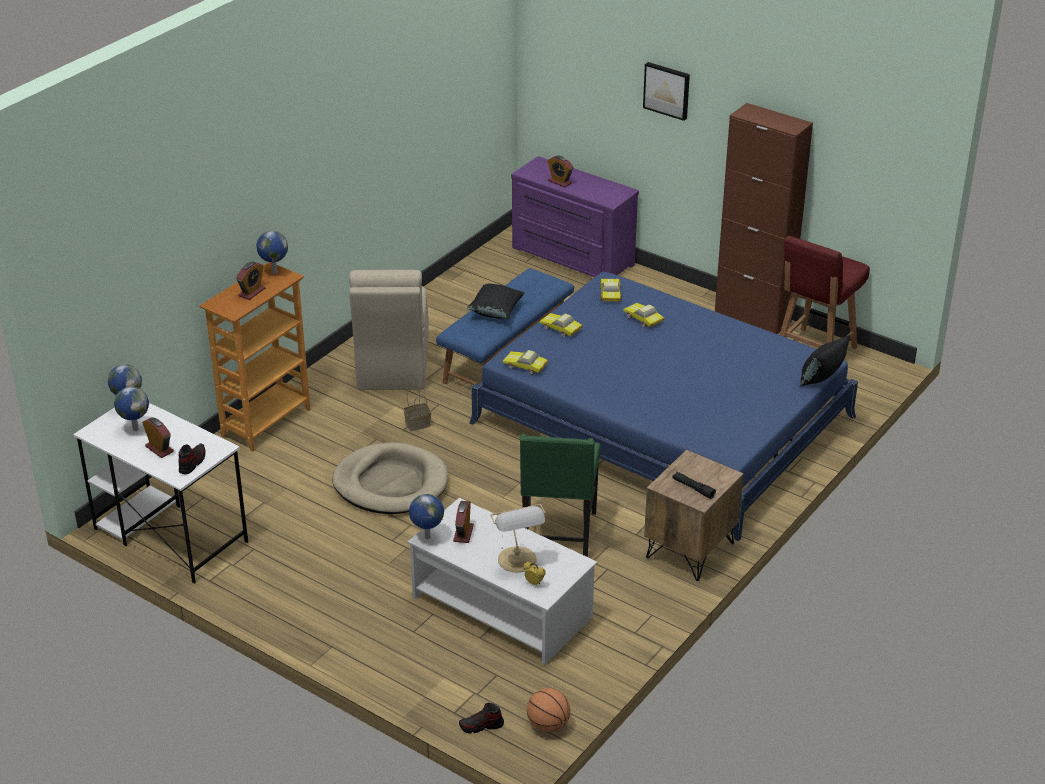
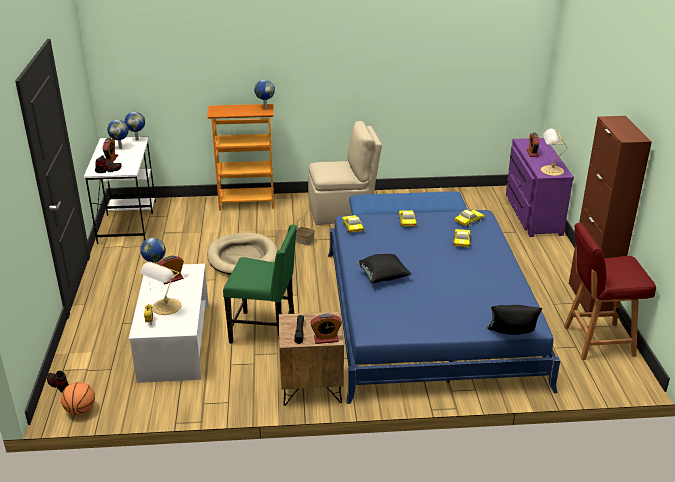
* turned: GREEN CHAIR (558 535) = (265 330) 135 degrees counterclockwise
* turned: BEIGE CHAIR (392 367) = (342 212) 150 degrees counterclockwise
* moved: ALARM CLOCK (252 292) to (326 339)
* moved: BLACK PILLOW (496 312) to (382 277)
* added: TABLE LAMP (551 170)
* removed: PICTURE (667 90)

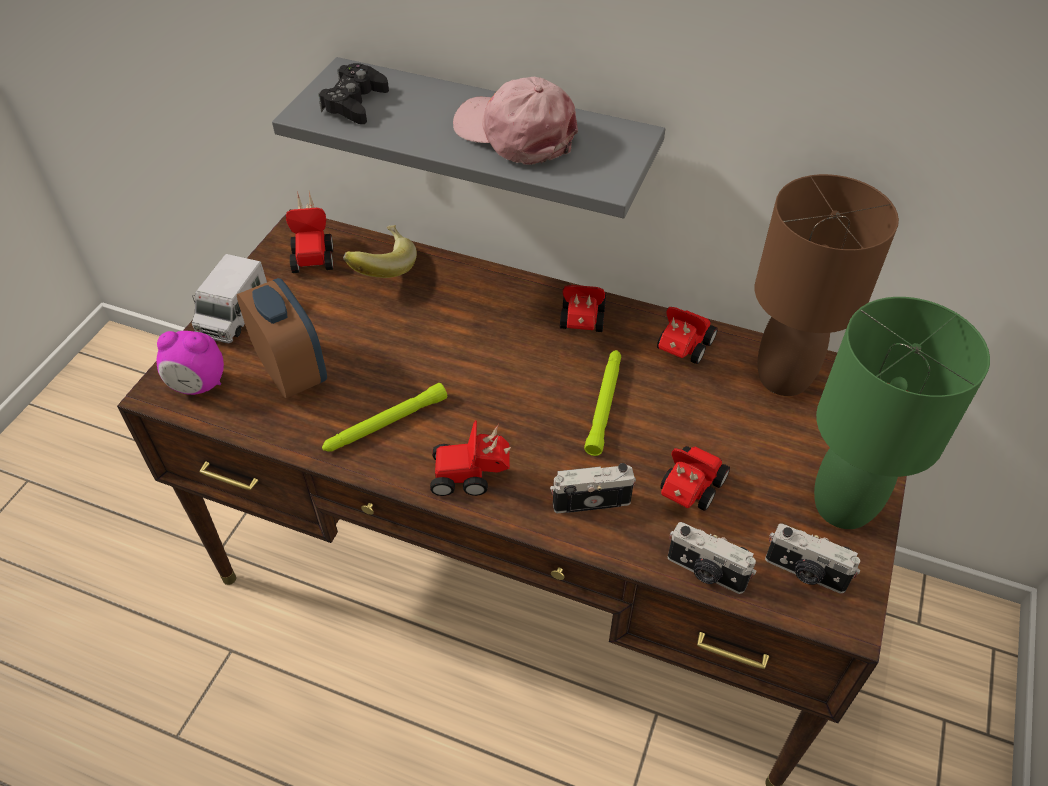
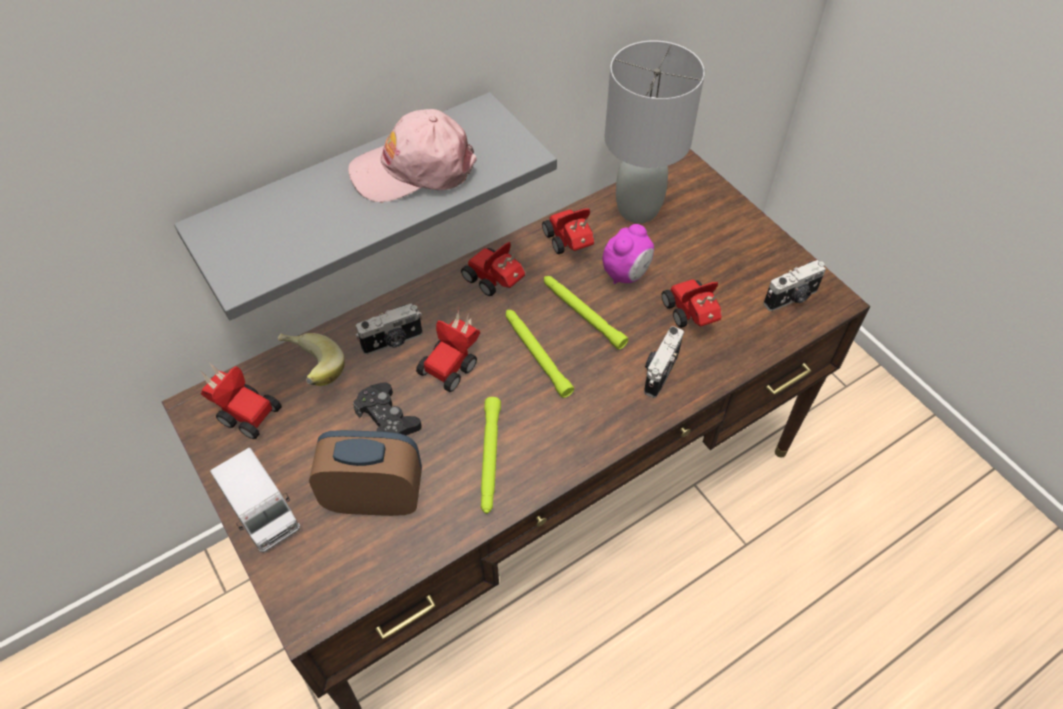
* moved: BLACK GAME CONTROLLER (355 103) to (387 418)
* moved: PHOTO CAMERA (706 572) to (393 342)
* moved: TOY CAR (472 476) to (453 363)
* added: GREEN FLASHLIGHT (536 354)
* moved: ALARM CLOCK (198 385) to (626 274)
* recoloured: BROWN TABLE LAMP (783 378) to GREY TABLE LAMP (638 210)
* removed: GREEN TABLE LAMP (841 506)

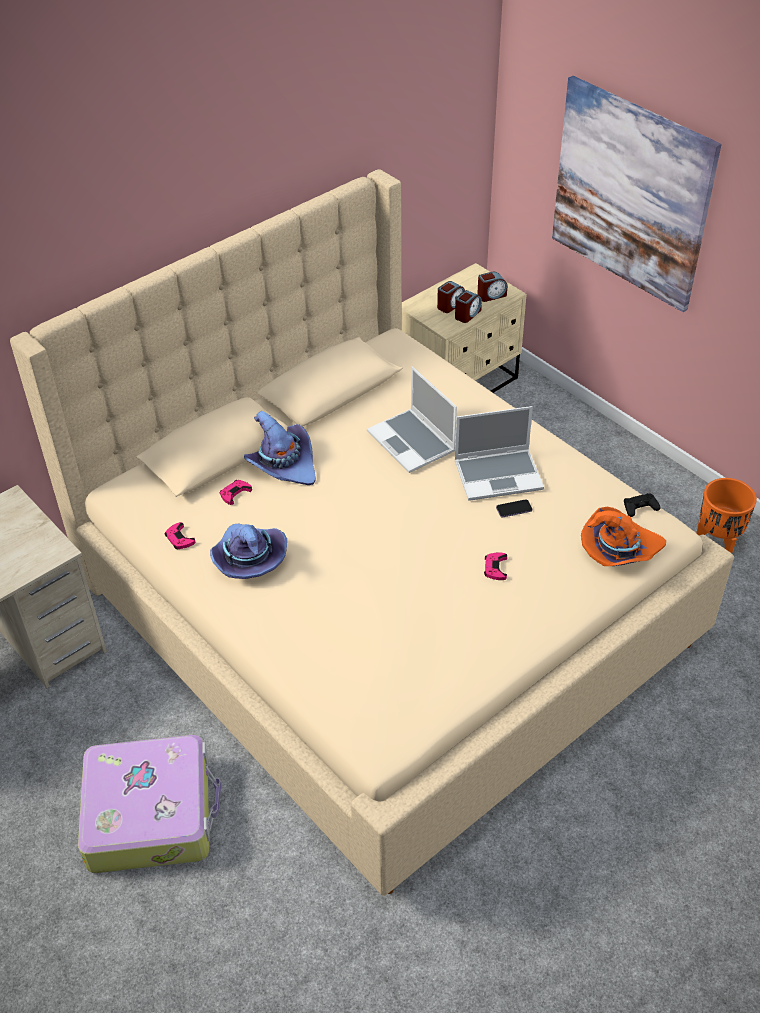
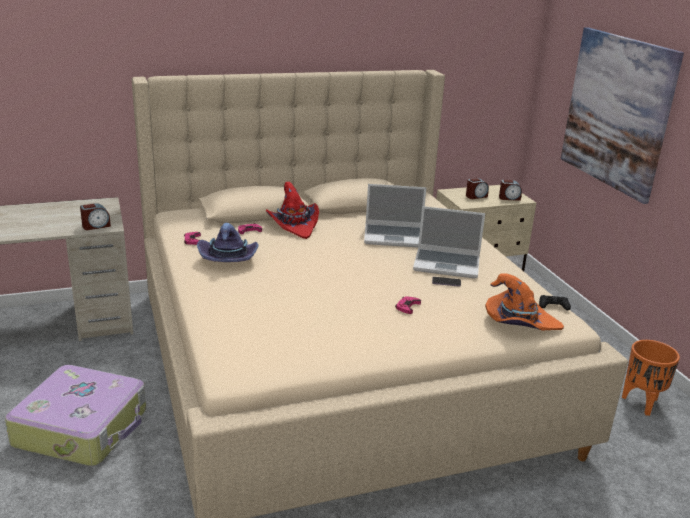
* moved: ALARM CLOCK (467 314) to (96 226)
* recoloured: PURPLE HAT (282 463) to RED HAT (294 225)
* turned: LAPTOP (413 442) = (394 236) 75 degrees counterclockwise

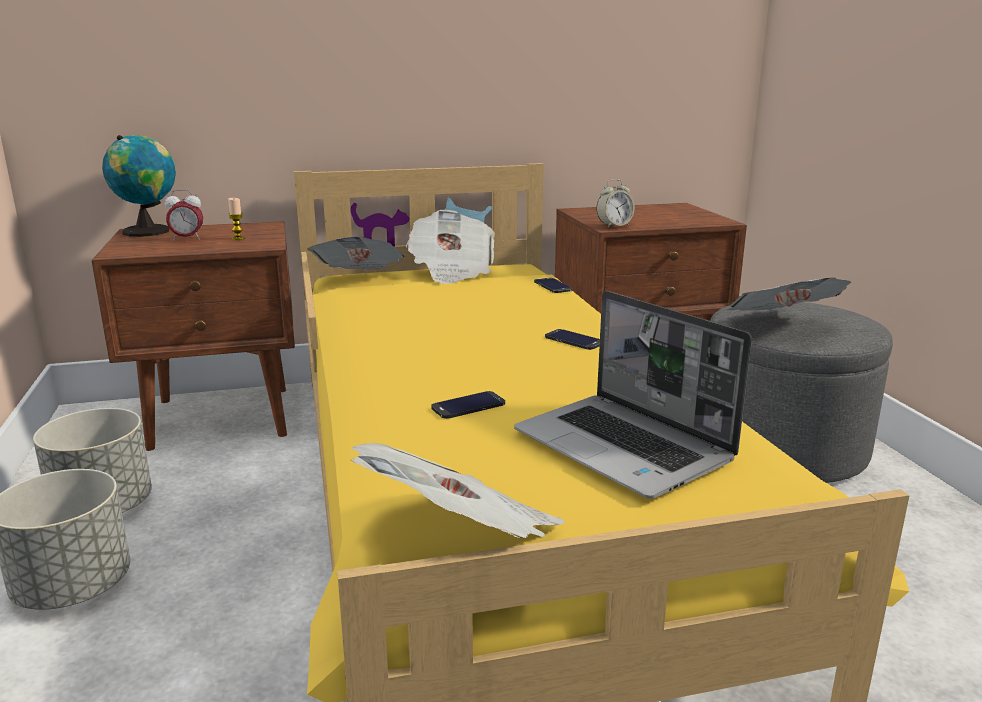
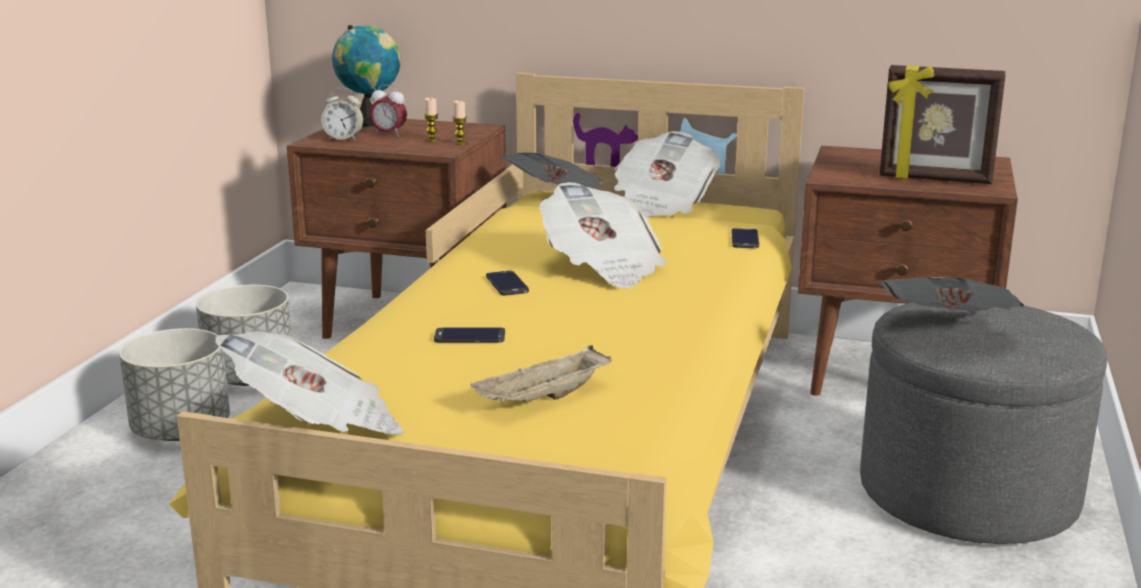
* moved: ALARM CLOCK (614 226) to (343 139)
* added: CANDLE (460 143)
* replaced: LAPTOP (625 448) to BEIGE TRAY (543 399)
* moved: PHONE (574 340) to (507 284)
* added: NEWSPAPER (602 267)
* added: PICTURE FRAME (935 180)

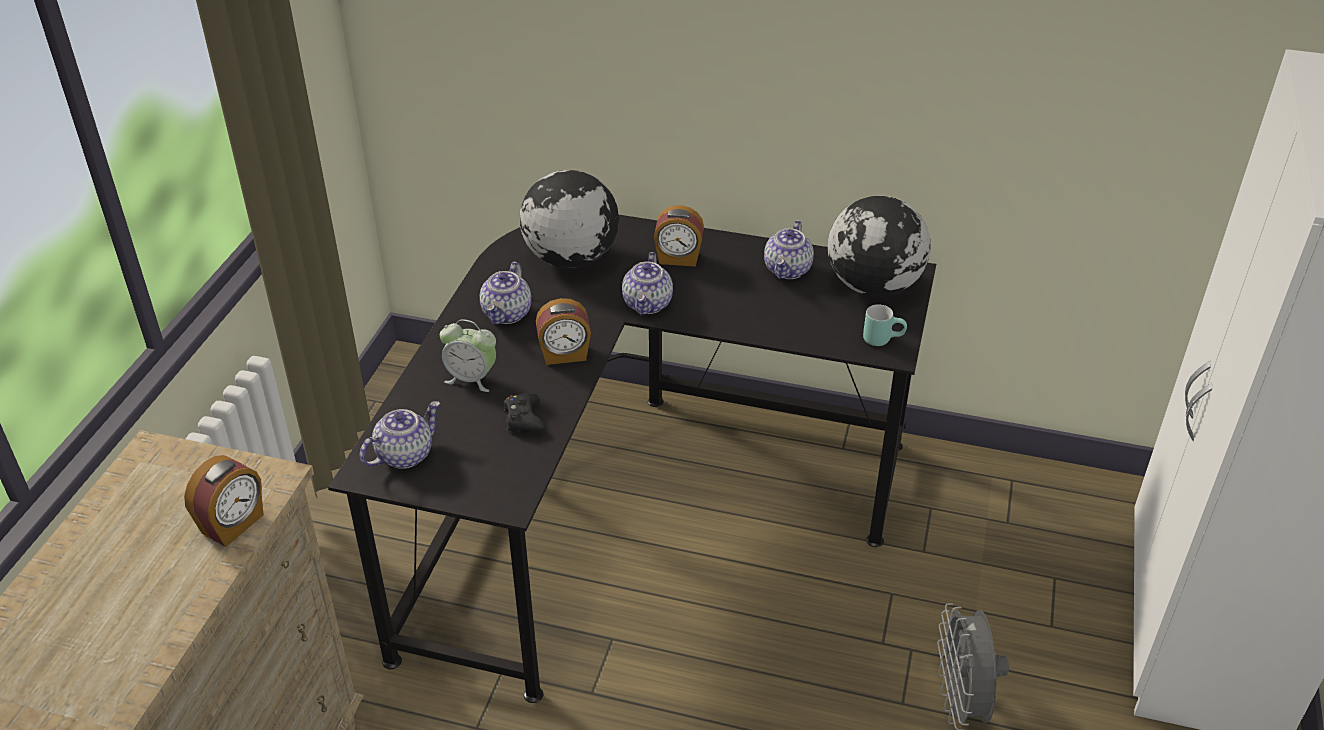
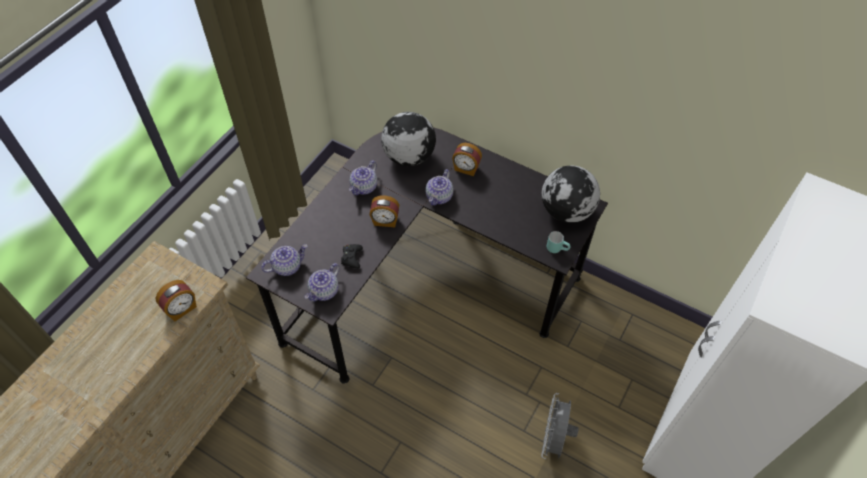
* moved: TEAPOT (788 270) to (324 291)
* removed: ALARM CLOCK (471 378)

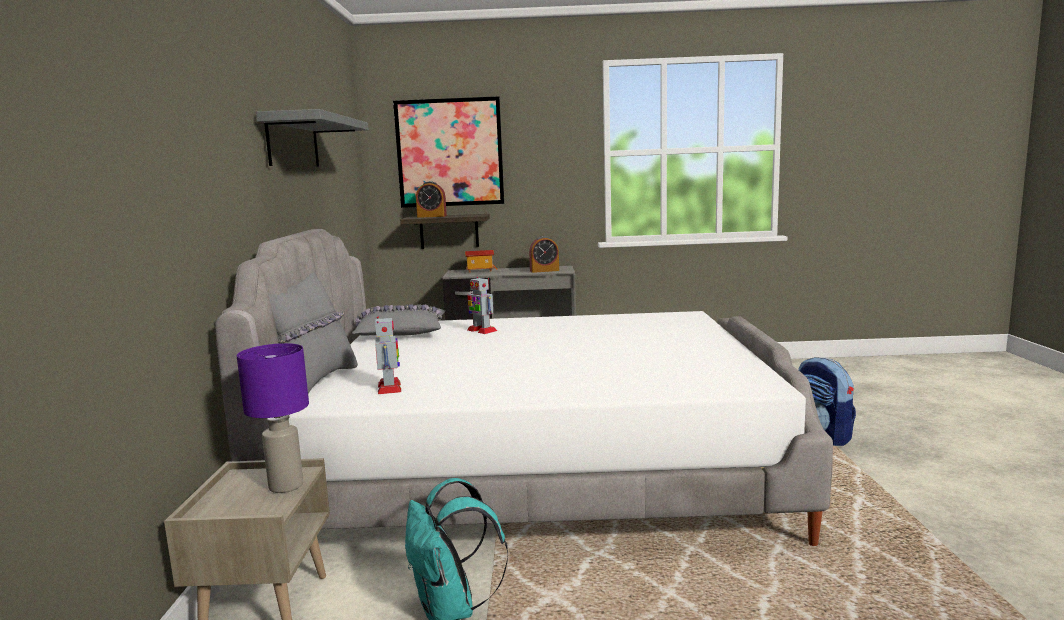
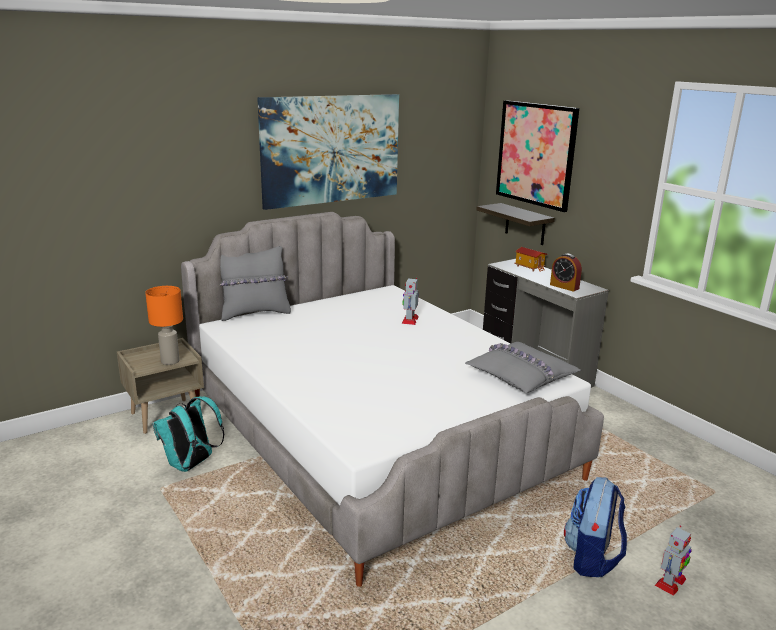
* recoloured: PURPLE TABLE LAMP (285 486) to ORANGE TABLE LAMP (170 361)
* replaced: GREY SHELF (293 142) to PICTURE (331 149)
* moved: GREY PILLOW (401 332) to (520 376)
* moved: TOY ROBOT (389 388) to (670 582)
* removed: ALARM CLOCK (432 216)

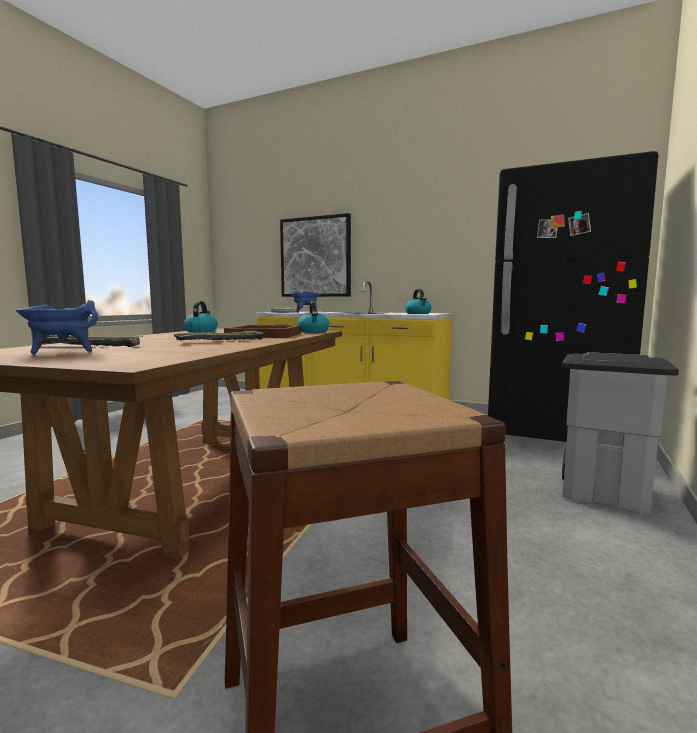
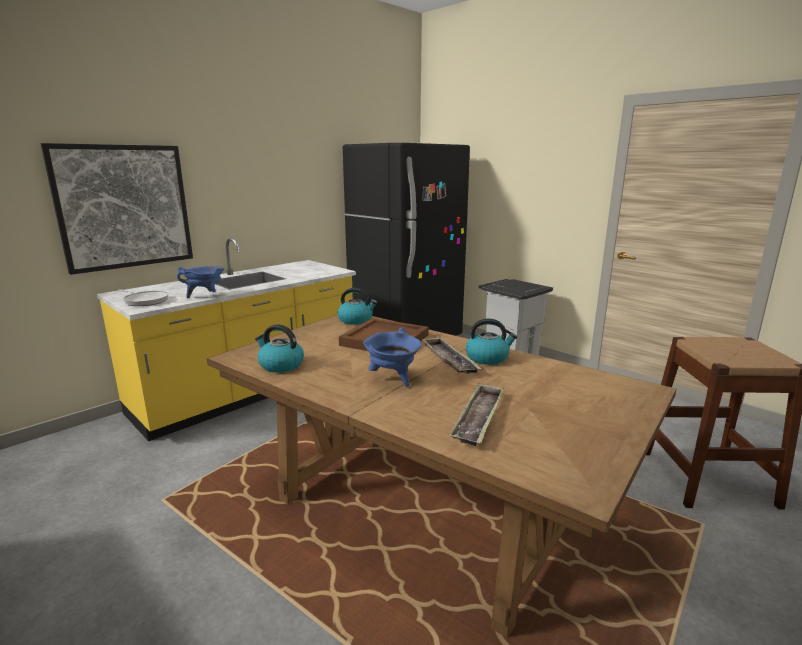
* moved: BLUE COOKING POT (61 352) to (393 379)
* moved: KETTLE (418 313) to (488 358)

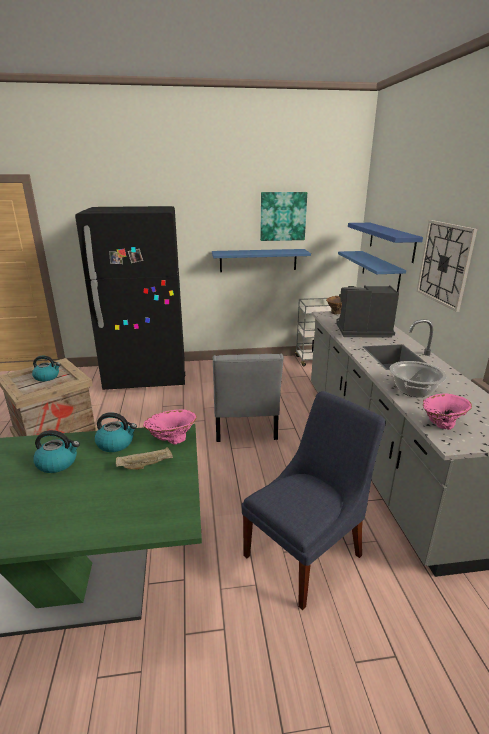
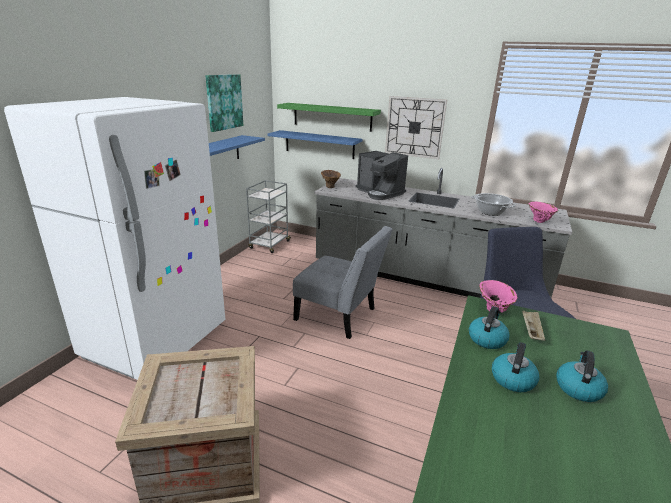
* recoloured: BLACK FRIDGE (147 376) to WHITE FRIDGE (157 341)
* recoloured: BLUE SHELF (391 241) to GREEN SHELF (332 117)
* turned: COFFEE MACHINE (361 331) = (380 193) 75 degrees counterclockwise
* moved: KETTLE (47 377) to (578 388)

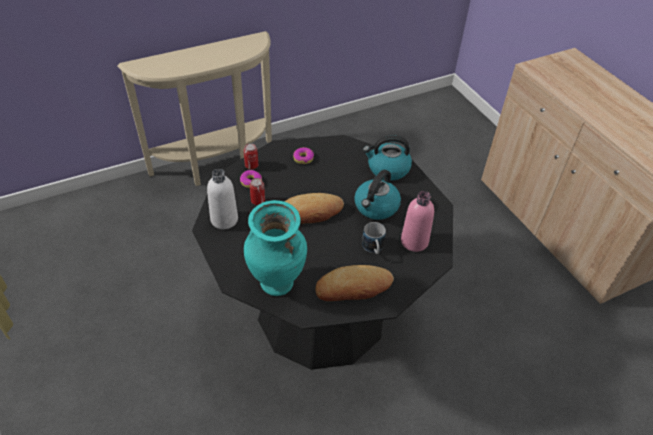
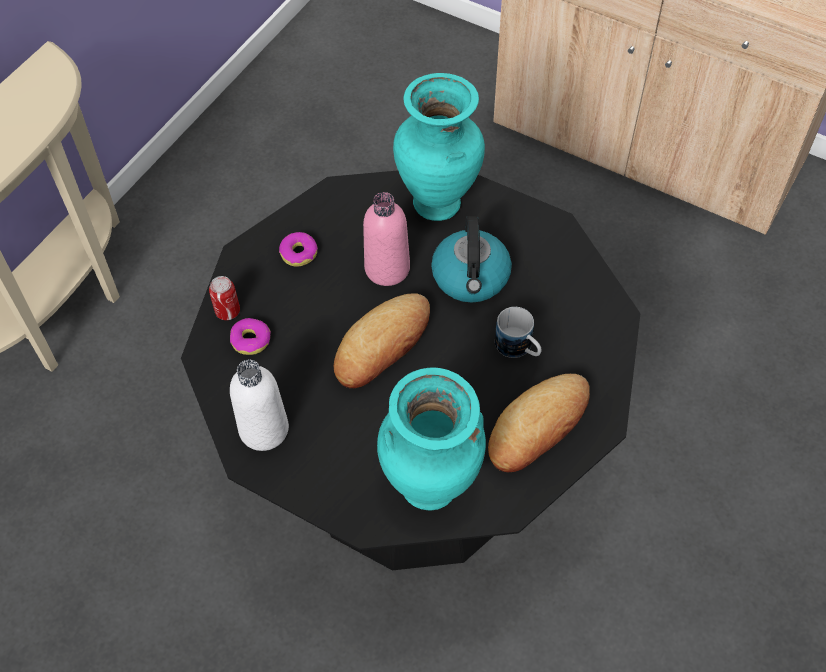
* moved: PINK BOTTLE (414 241) to (387 268)
* replaced: KETTLE (387 169) to TURQUOISE VASE (438 203)
* removed: CAN (258 201)

